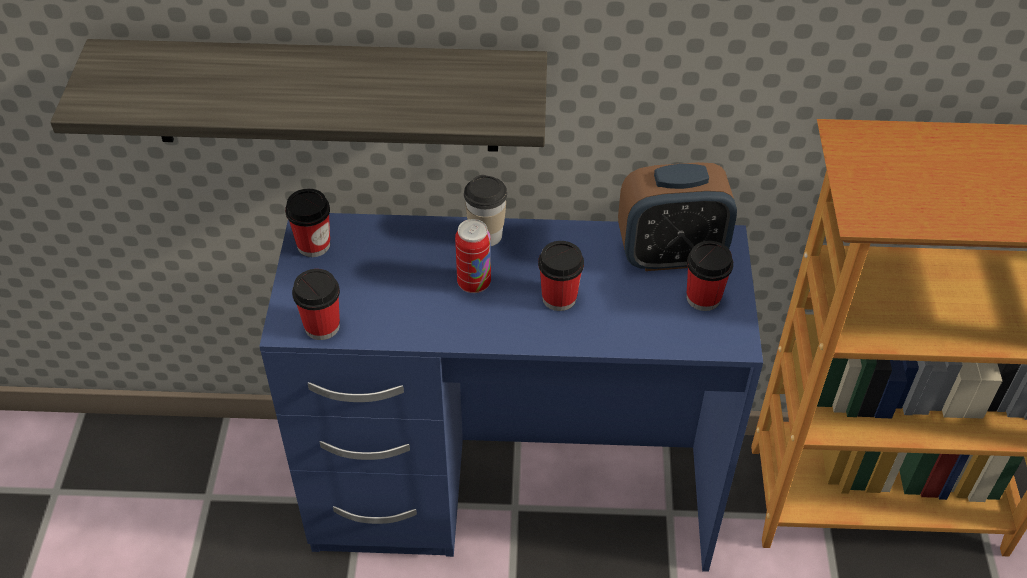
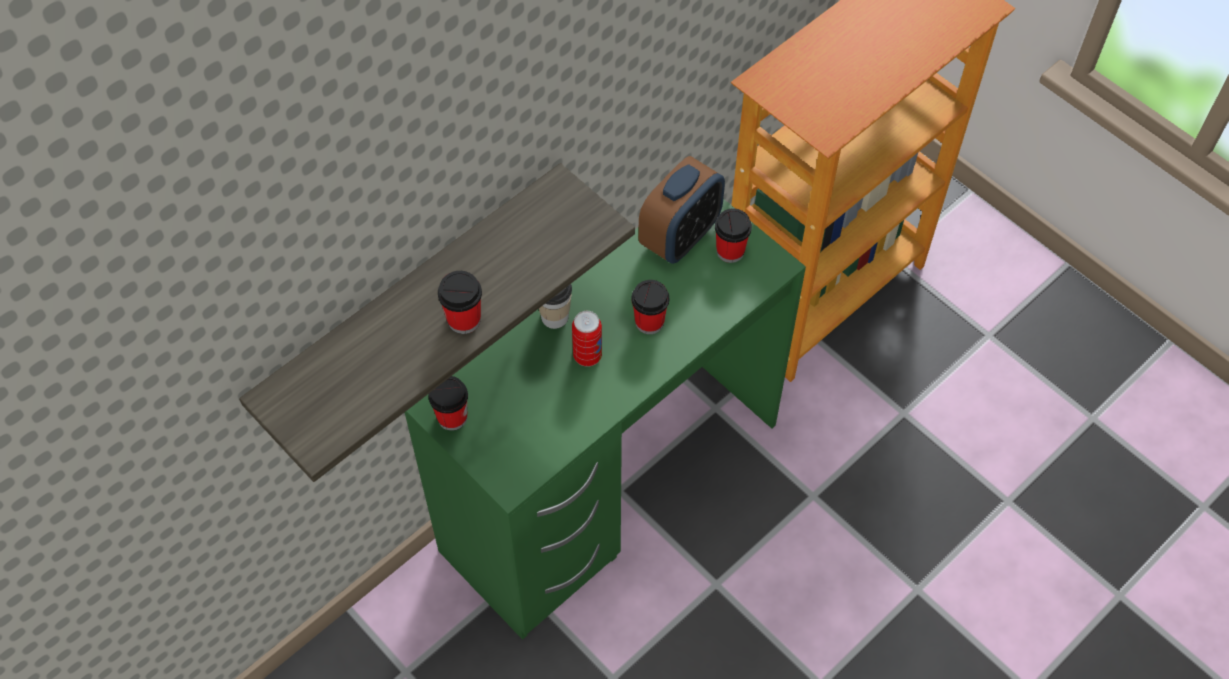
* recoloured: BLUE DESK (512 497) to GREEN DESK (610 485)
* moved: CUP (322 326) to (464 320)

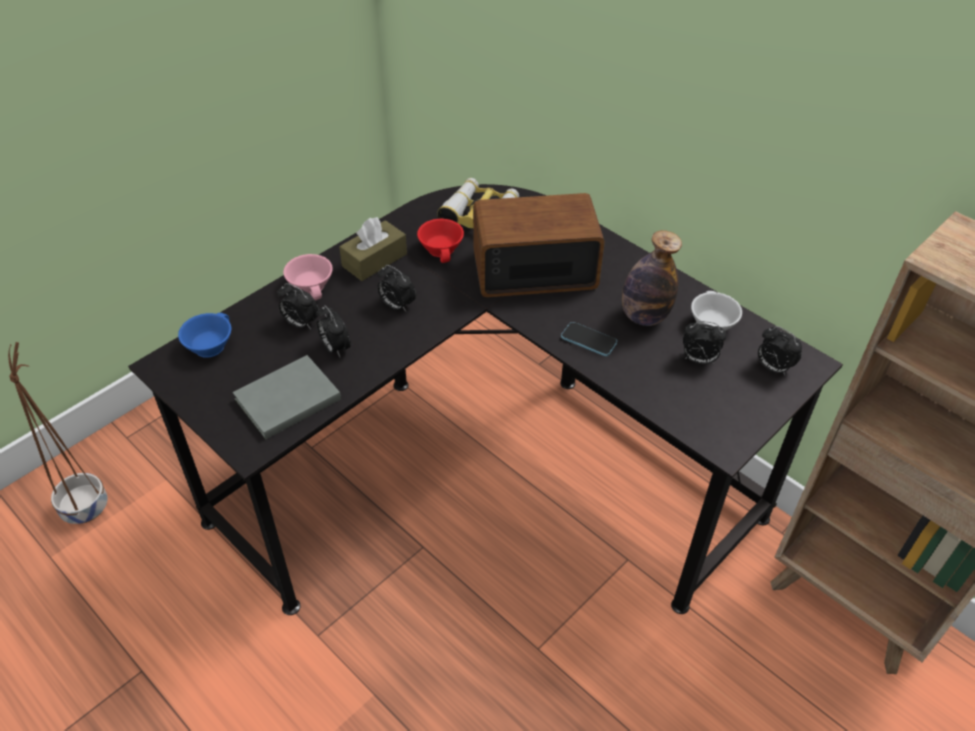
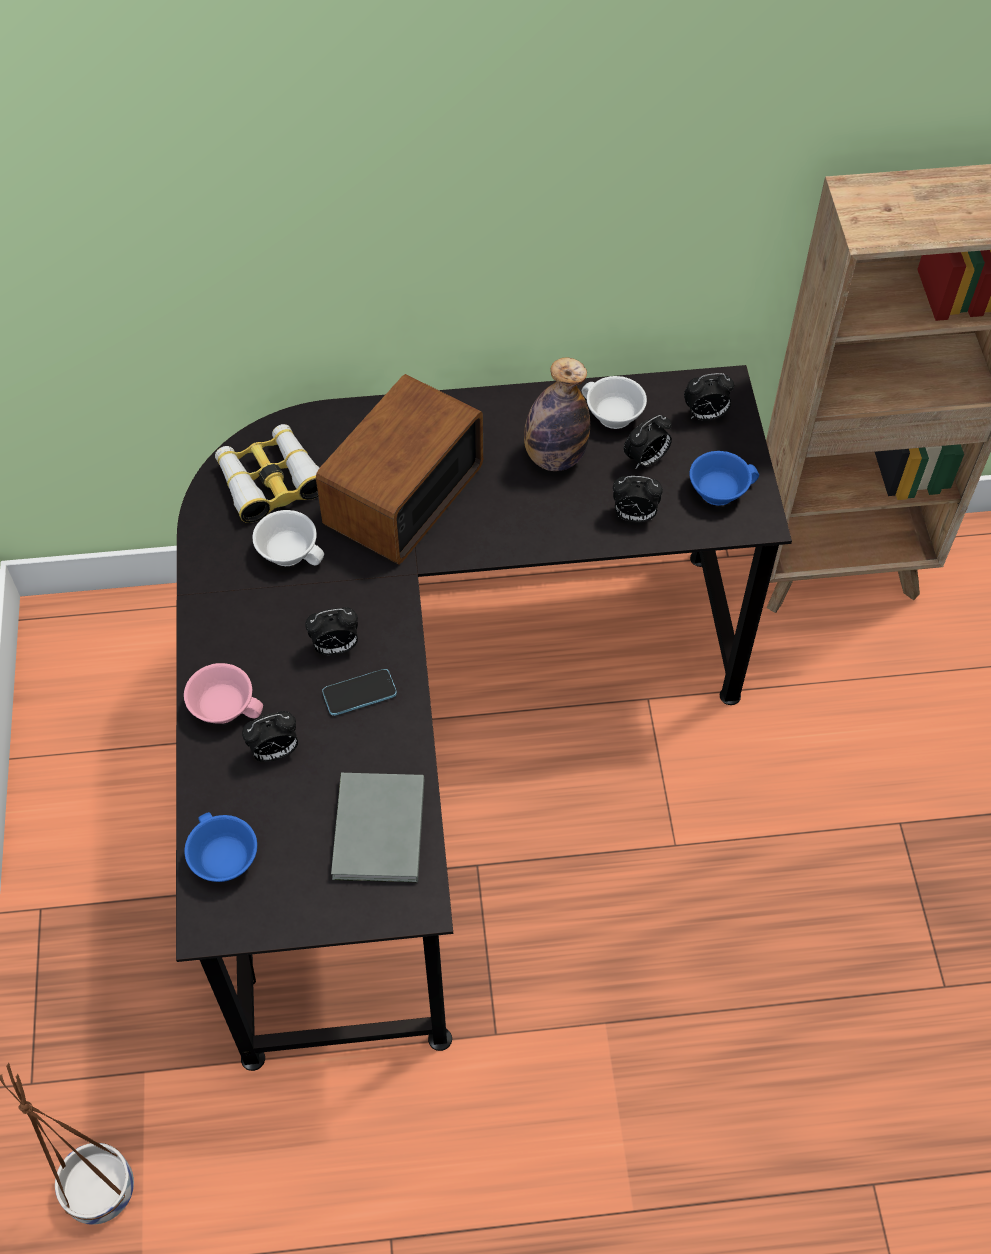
* recoloured: RED CUP (443 249) to WHITE CUP (290 550)
* moved: PHONE (588 340) to (359 693)
* moved: ALARM CLOCK (335 348) to (634 516)
* added: BLUE CUP (718 489)
* removed: BROWN TISSUE BOX (374 260)

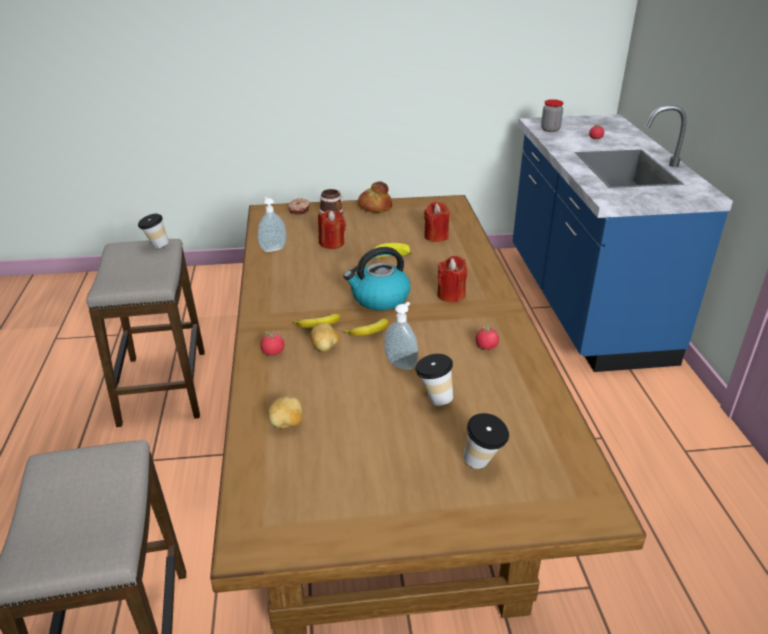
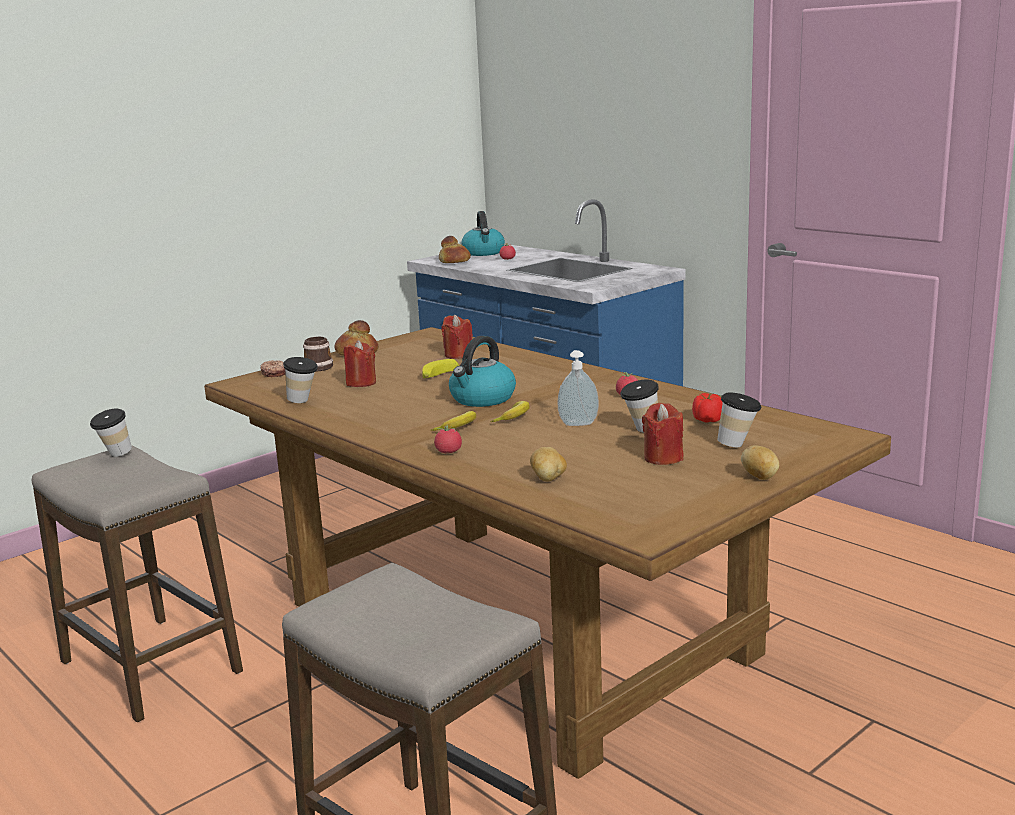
* replaced: SOAP DISPENSER (272 249) to CUP (303 401)
* replaced: JAR (550 129) to BREAD (454 262)
* added: KETTLE (484 253)
* moved: RED CANDLE (451 295) to (663 458)
* added: TOMATO (707 420)
* moved: POTATO (325 348) to (760 477)

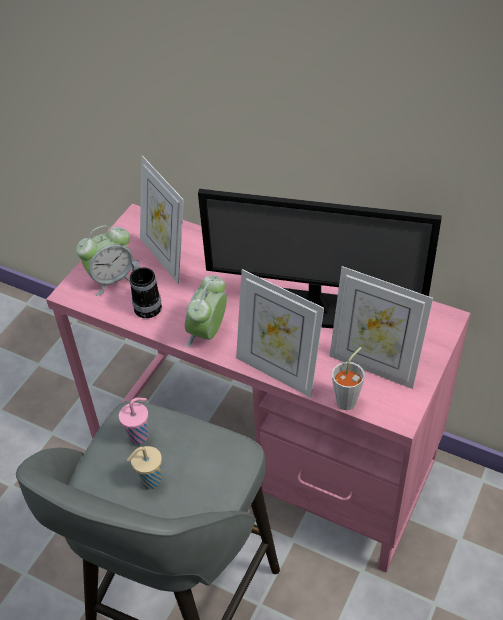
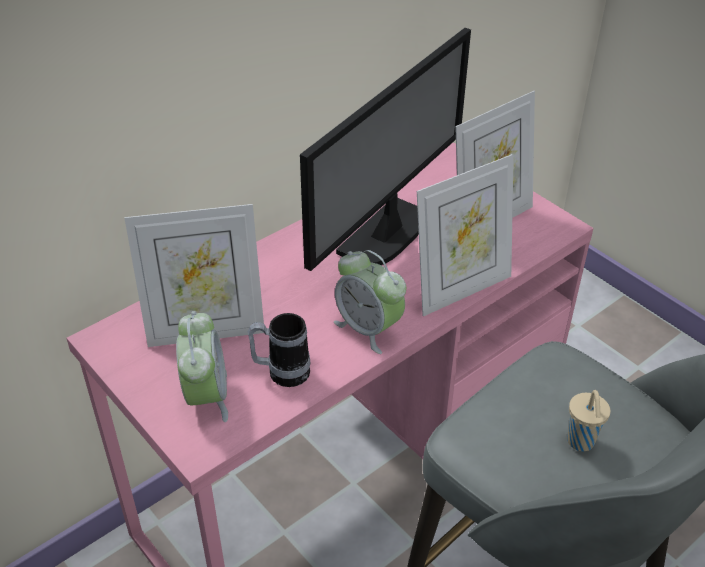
* removed: PINK CUP (139 435)
* removed: GREY CUP (349 399)

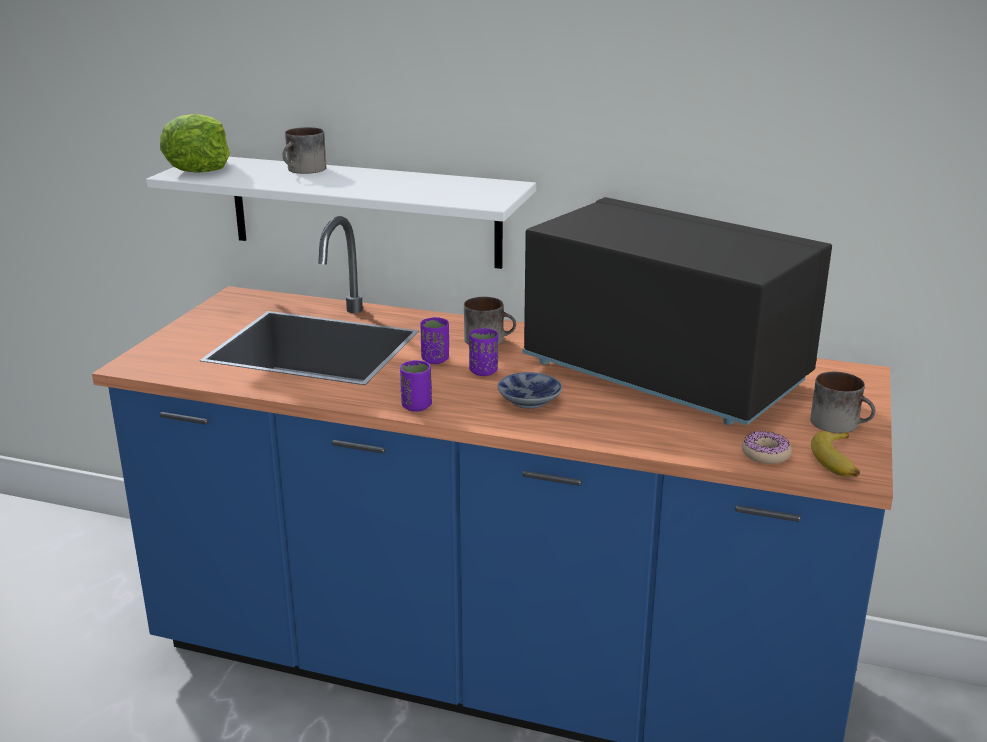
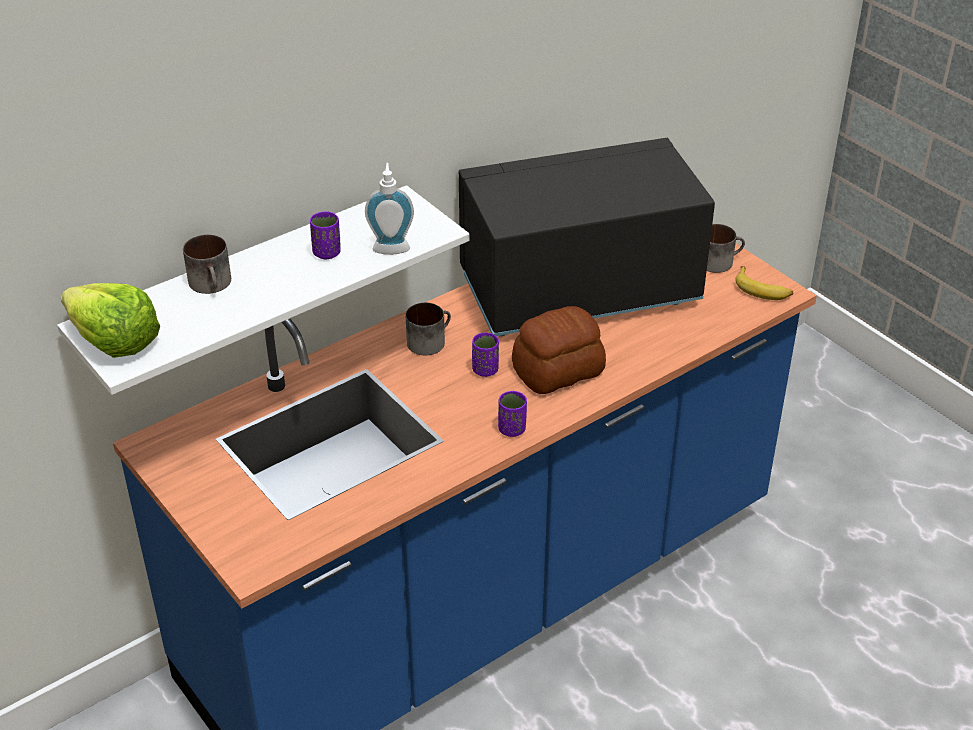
* moved: PURPLE CUP (435 359) to (327 253)
* added: SOAP DISPENSER (391 247)
* replaced: BOWL (530 401) to BREAD (559 371)
* removed: DONUT (765 454)

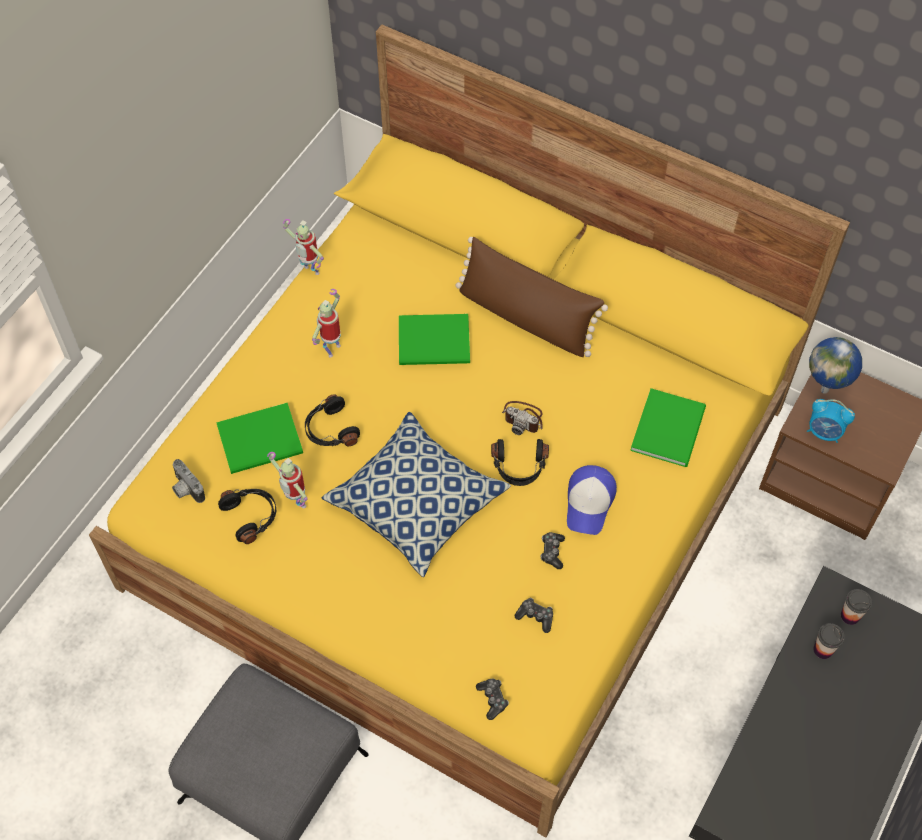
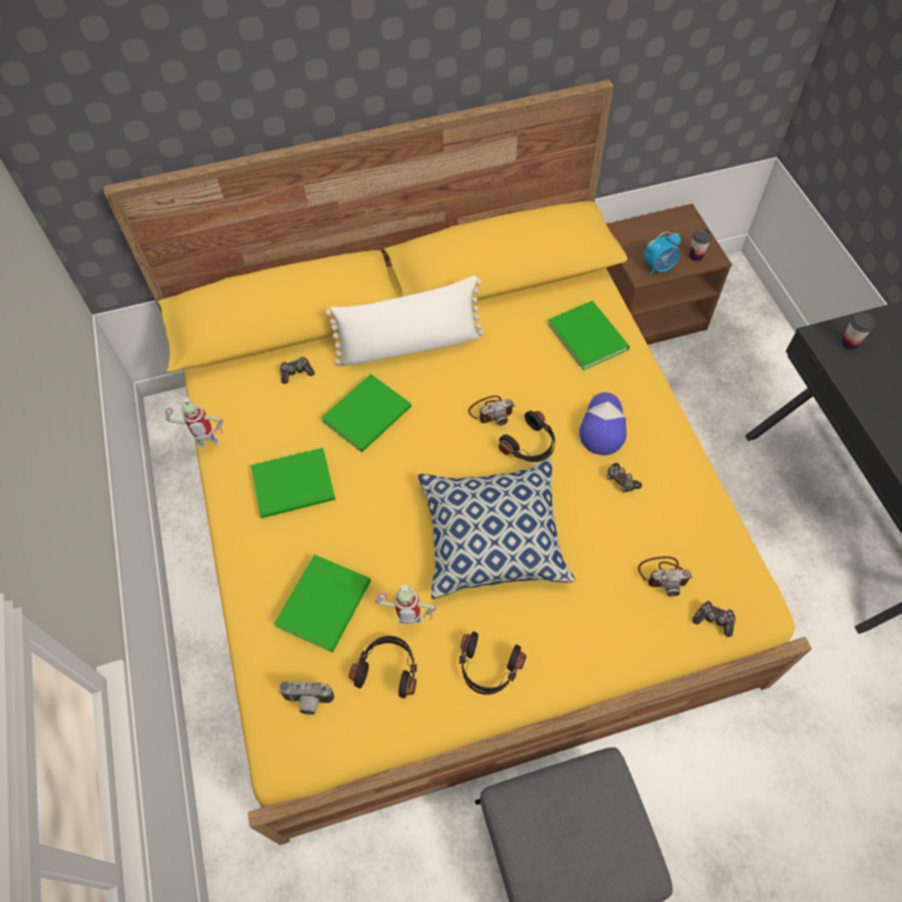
* replaced: TOY ROBOT (332 349) to GREEN BOOK (296 485)
* moved: GAME CONTROLLER (535 616) to (296 373)
* recoloured: BROWN PILLOW (526 317) to WHITE PILLOW (410 345)
* moved: BLACK HEADPHONES (330 430) to (488 669)
* turned: CAP (589 503) = (602 426) 135 degrees counterclockwise
* added: PHOTO CAMERA (664 575)
* moved: CUP (823 650) to (696 256)
* removed: GLOBE (825 390)

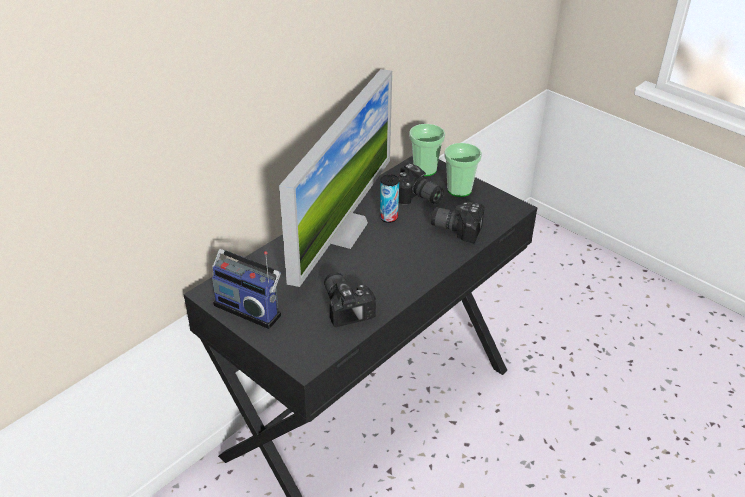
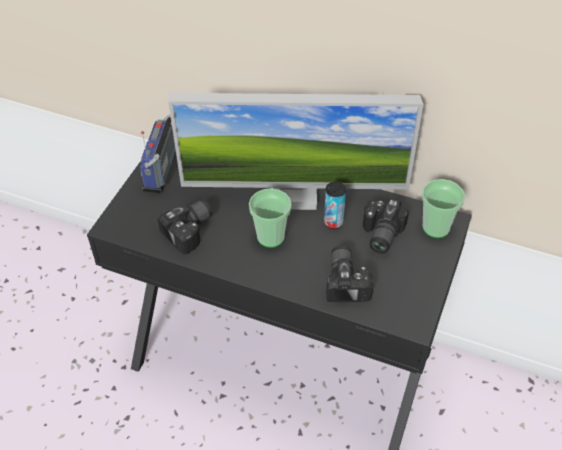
* moved: CUP (459 190) to (270 237)

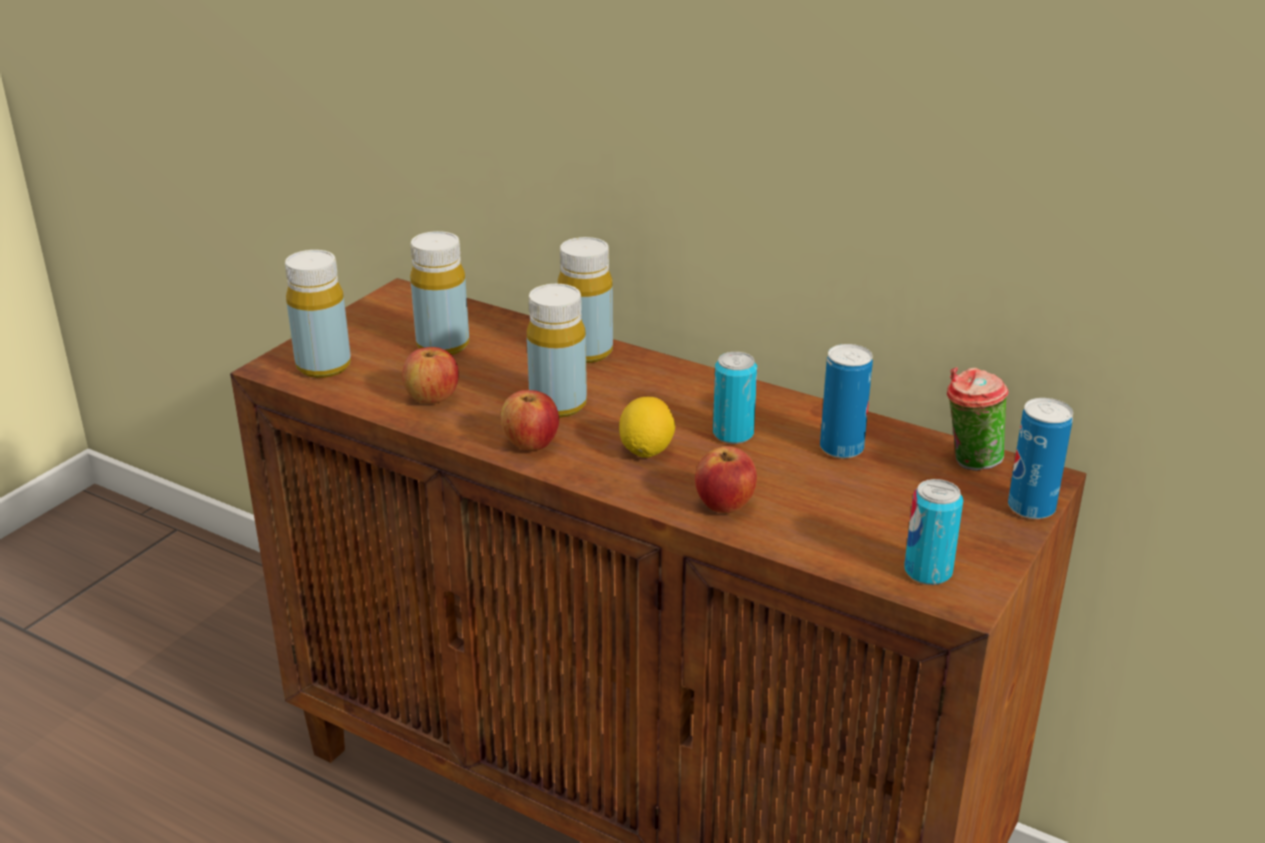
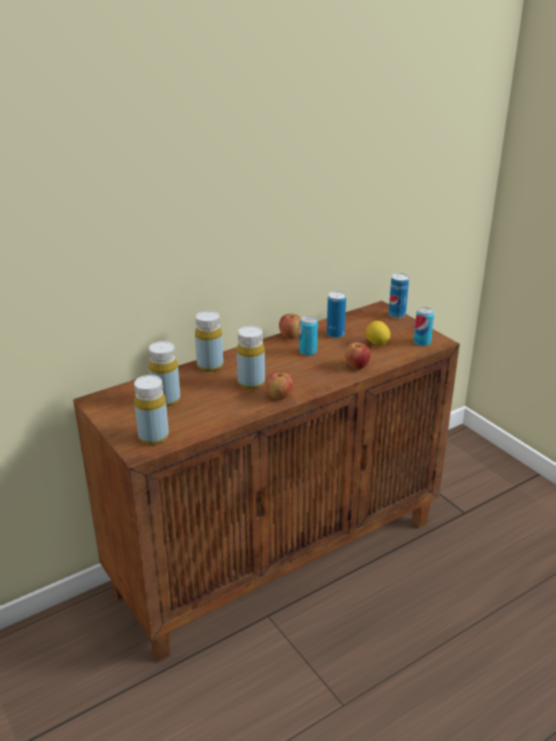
* moved: APPLE (432 398) to (290 336)
* moved: LEMON (646 451) to (377 343)
* removed: CUP (968 462)

